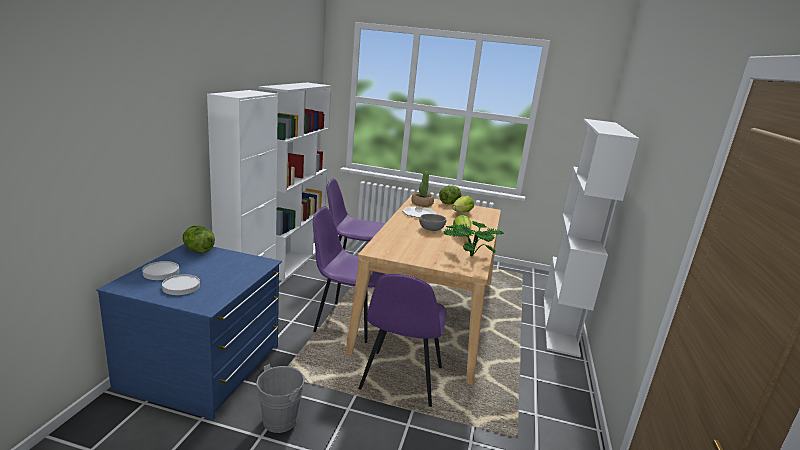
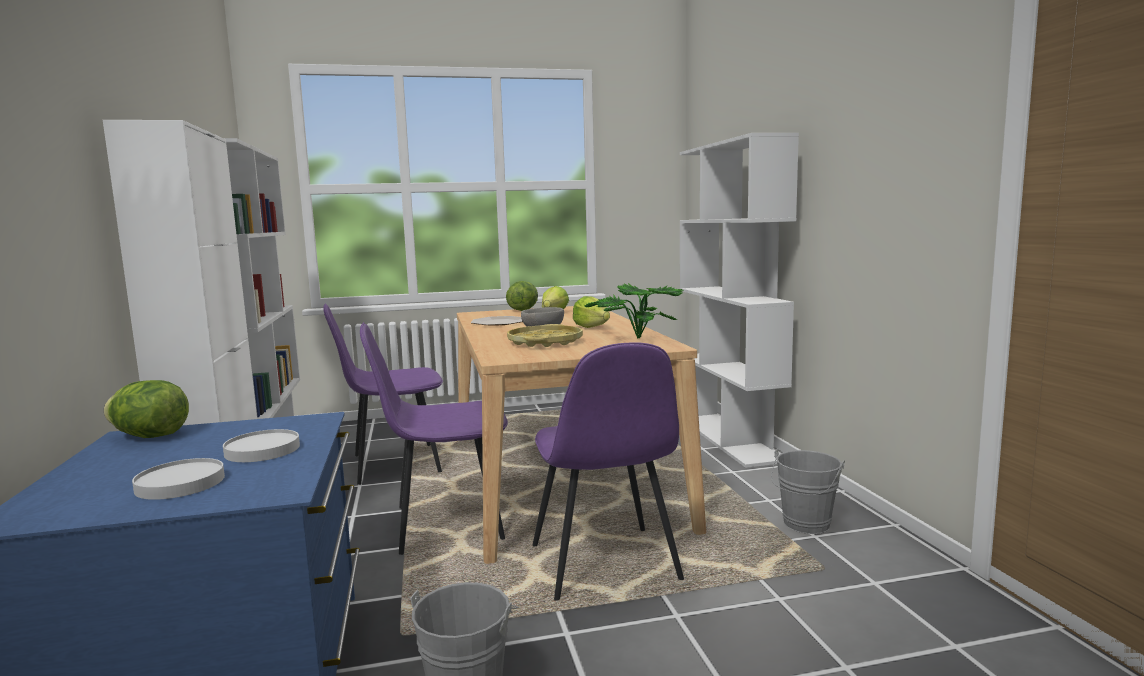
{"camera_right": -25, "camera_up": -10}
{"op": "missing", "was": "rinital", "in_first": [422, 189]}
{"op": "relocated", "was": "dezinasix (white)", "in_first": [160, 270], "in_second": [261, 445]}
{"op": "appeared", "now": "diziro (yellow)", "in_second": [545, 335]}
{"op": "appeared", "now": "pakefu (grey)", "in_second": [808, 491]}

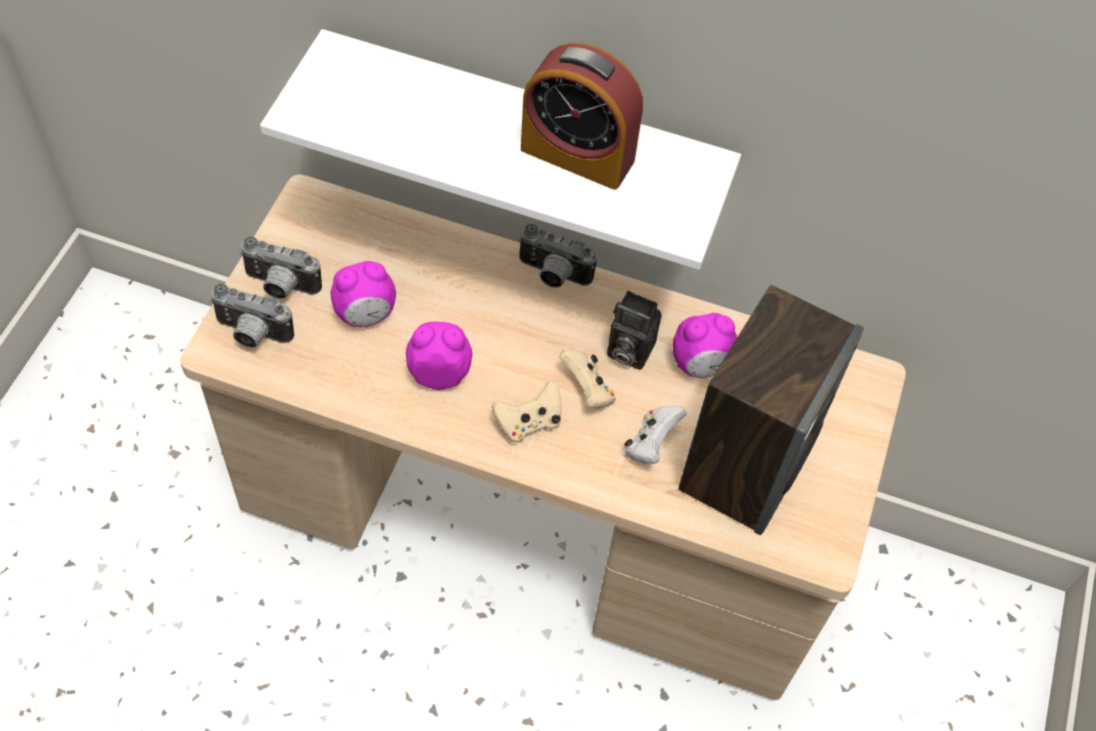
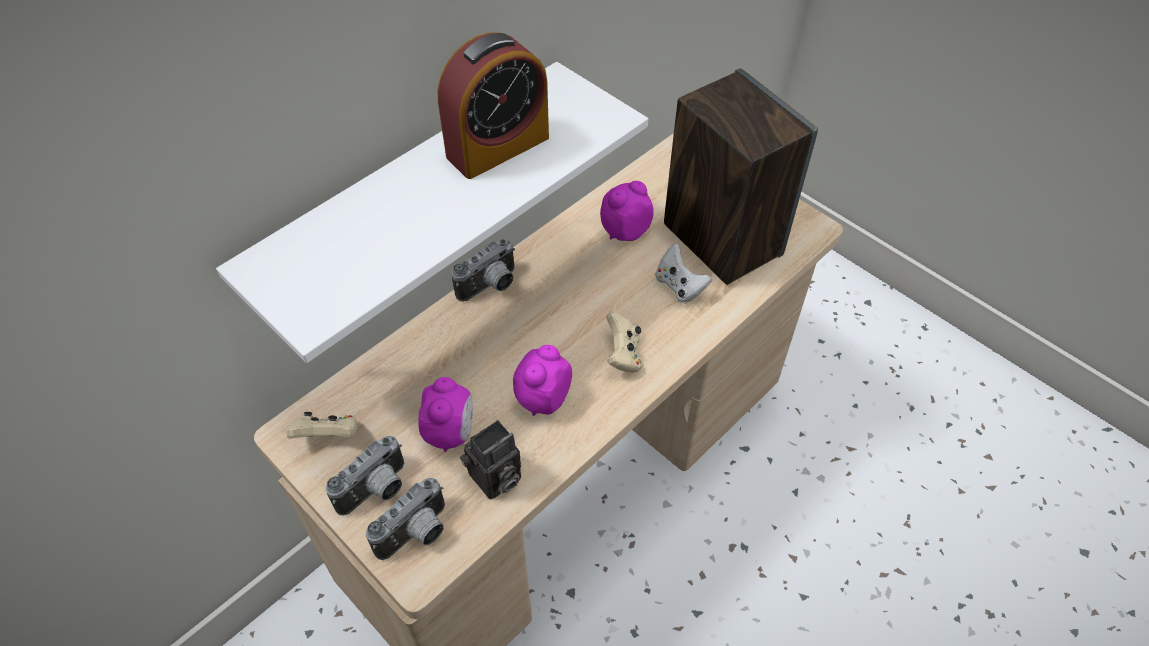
{"camera_right": -60, "camera_up": -5}
{"op": "relocated", "was": "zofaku", "in_first": [634, 330], "in_second": [490, 460]}
{"op": "spun", "was": "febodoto", "in_first": [705, 345], "in_second": [627, 211], "clockwise": -135}
{"op": "relocated", "was": "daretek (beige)", "in_first": [587, 379], "in_second": [322, 425]}

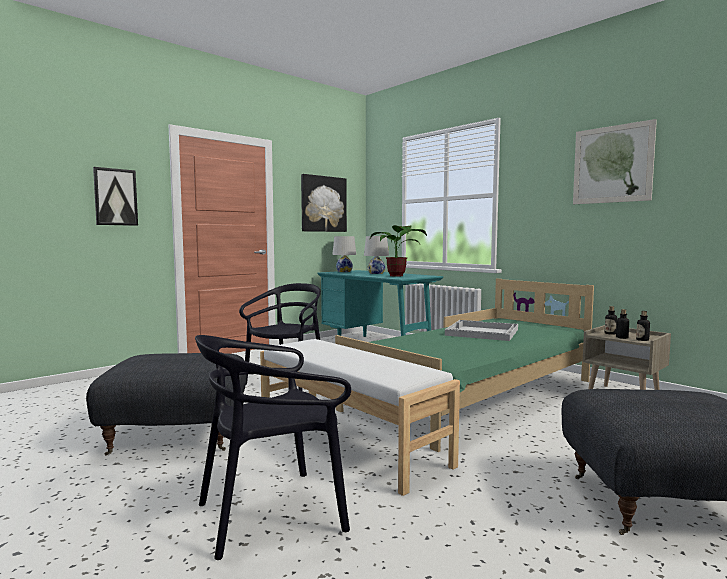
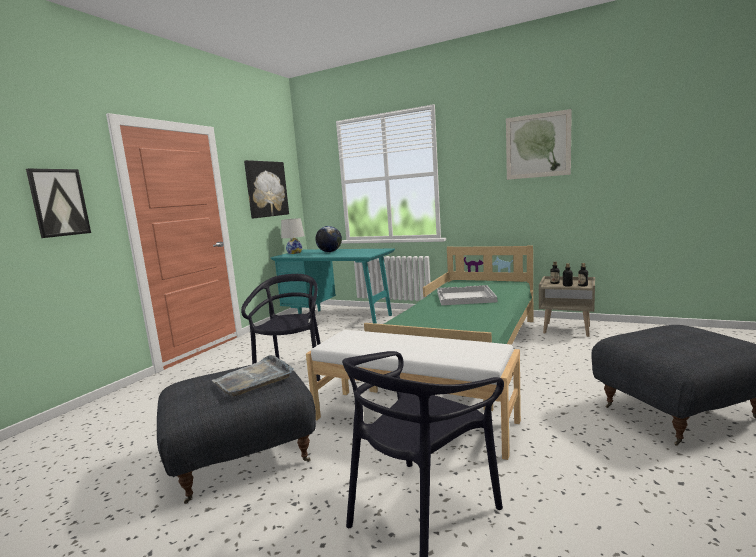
{"camera_right": -20, "camera_up": 5}
{"op": "missing", "was": "rinital", "in_first": [398, 251]}
{"op": "exchanged", "was": "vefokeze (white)", "now": "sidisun", "in_first": [376, 255], "in_second": [328, 239]}
{"op": "appeared", "now": "diziro (grey)", "in_second": [253, 376]}

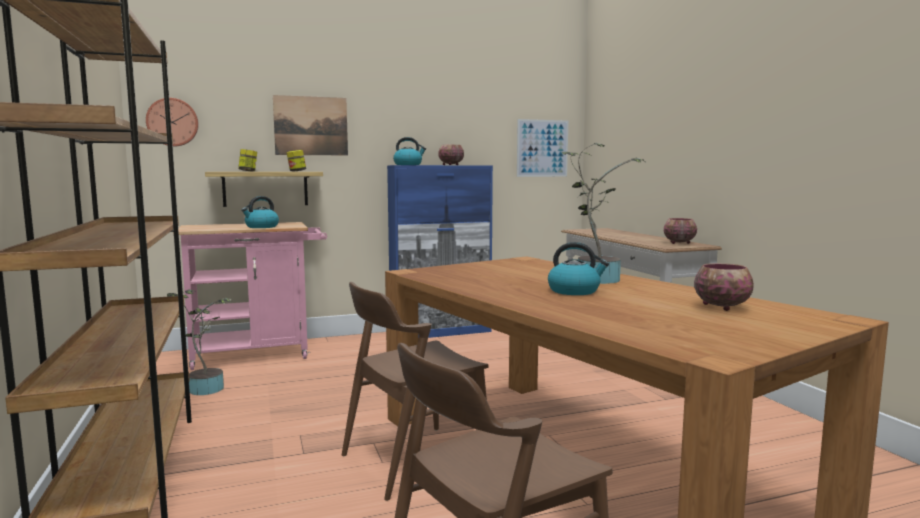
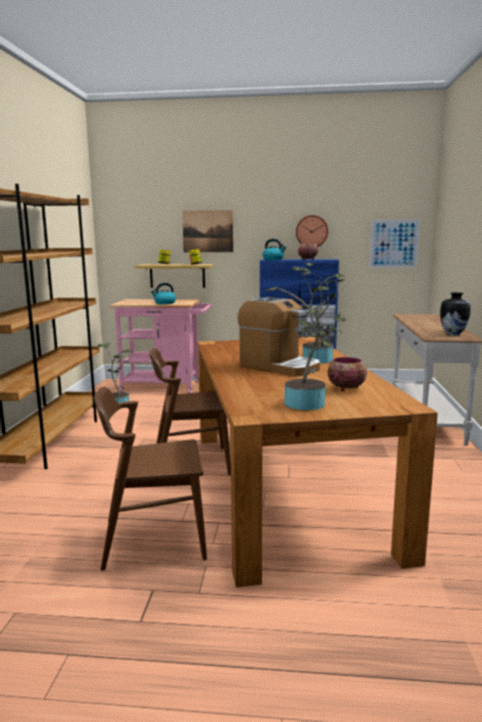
{"camera_right": 25, "camera_up": 5}
{"op": "relocated", "was": "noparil", "in_first": [172, 122], "in_second": [312, 231]}
{"op": "exchanged", "was": "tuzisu", "now": "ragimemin", "in_first": [680, 231], "in_second": [455, 313]}
{"op": "exchanged", "was": "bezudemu", "now": "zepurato", "in_first": [578, 268], "in_second": [279, 337]}
{"op": "appeared", "now": "rinital", "in_second": [306, 340]}

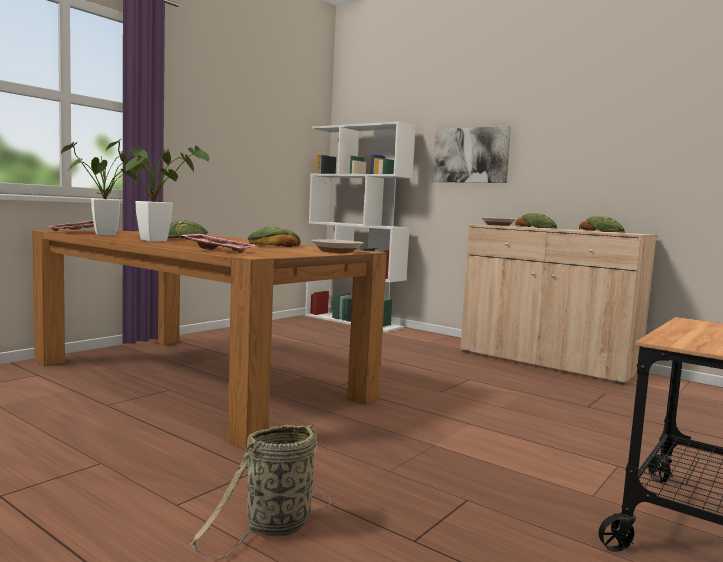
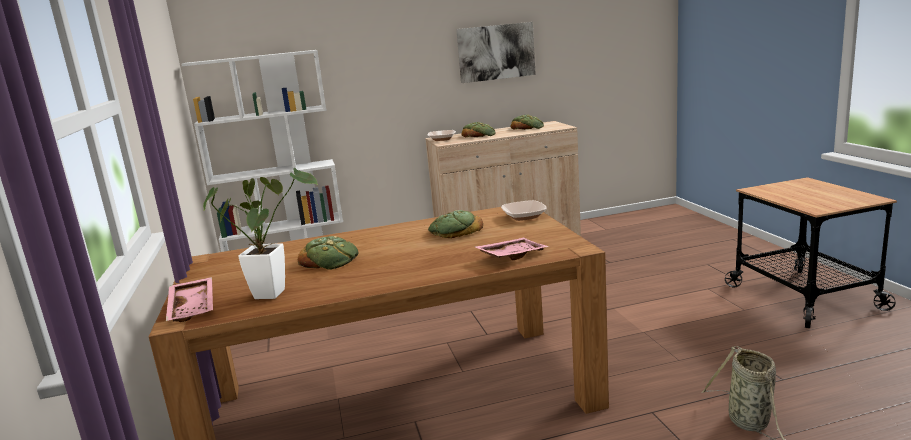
{"camera_right": -50, "camera_up": 10}
{"op": "relocated", "was": "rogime", "in_first": [472, 154], "in_second": [496, 52]}
{"op": "missing", "was": "rinital", "in_first": [157, 190]}

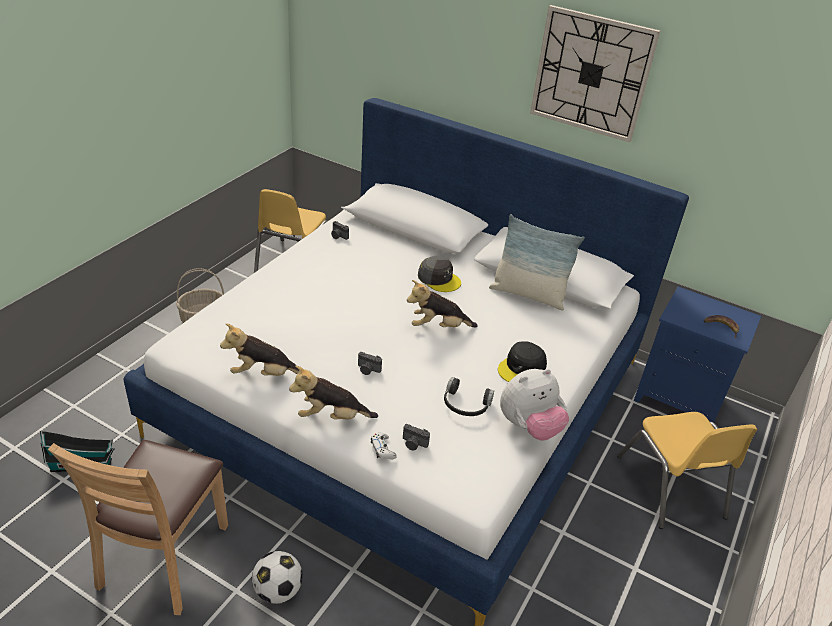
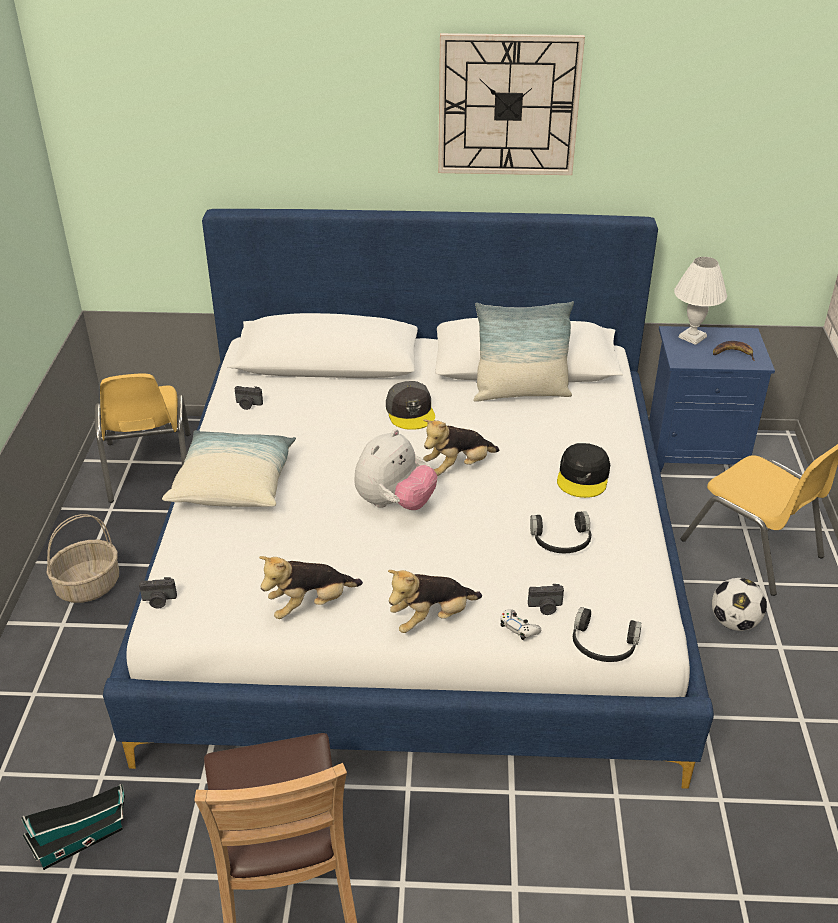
{"camera_right": -25, "camera_up": 0}
{"op": "spun", "was": "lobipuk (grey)", "in_first": [439, 273], "in_second": [410, 405], "clockwise": 60}
{"op": "relocated", "was": "zofaku", "in_first": [370, 363], "in_second": [158, 593]}
{"op": "relocated", "was": "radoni", "in_first": [534, 404], "in_second": [395, 469]}
{"op": "relocated", "was": "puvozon", "in_first": [277, 577], "in_second": [739, 604]}
{"op": "appeared", "now": "vefokeze (white)", "in_second": [700, 301]}
{"op": "appeared", "now": "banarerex", "in_second": [229, 468]}
{"op": "appeared", "now": "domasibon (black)", "in_second": [607, 634]}

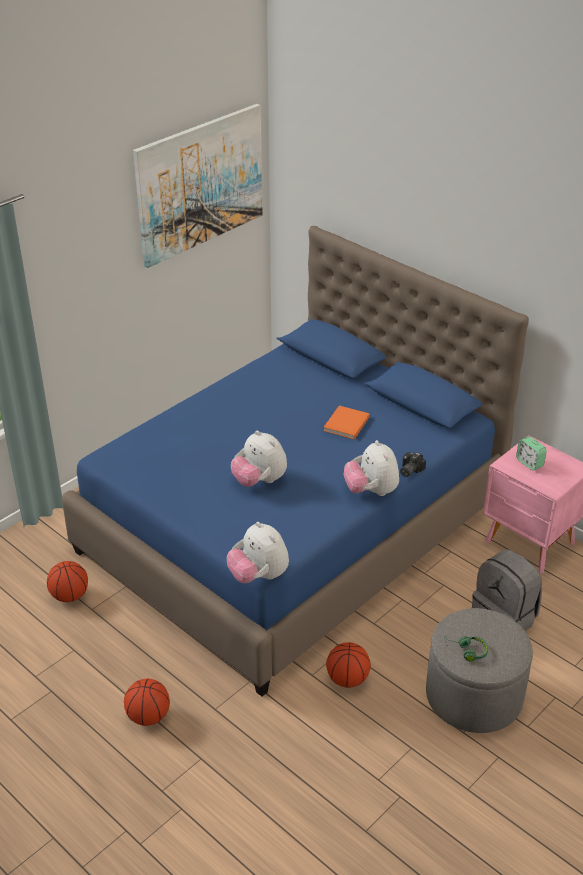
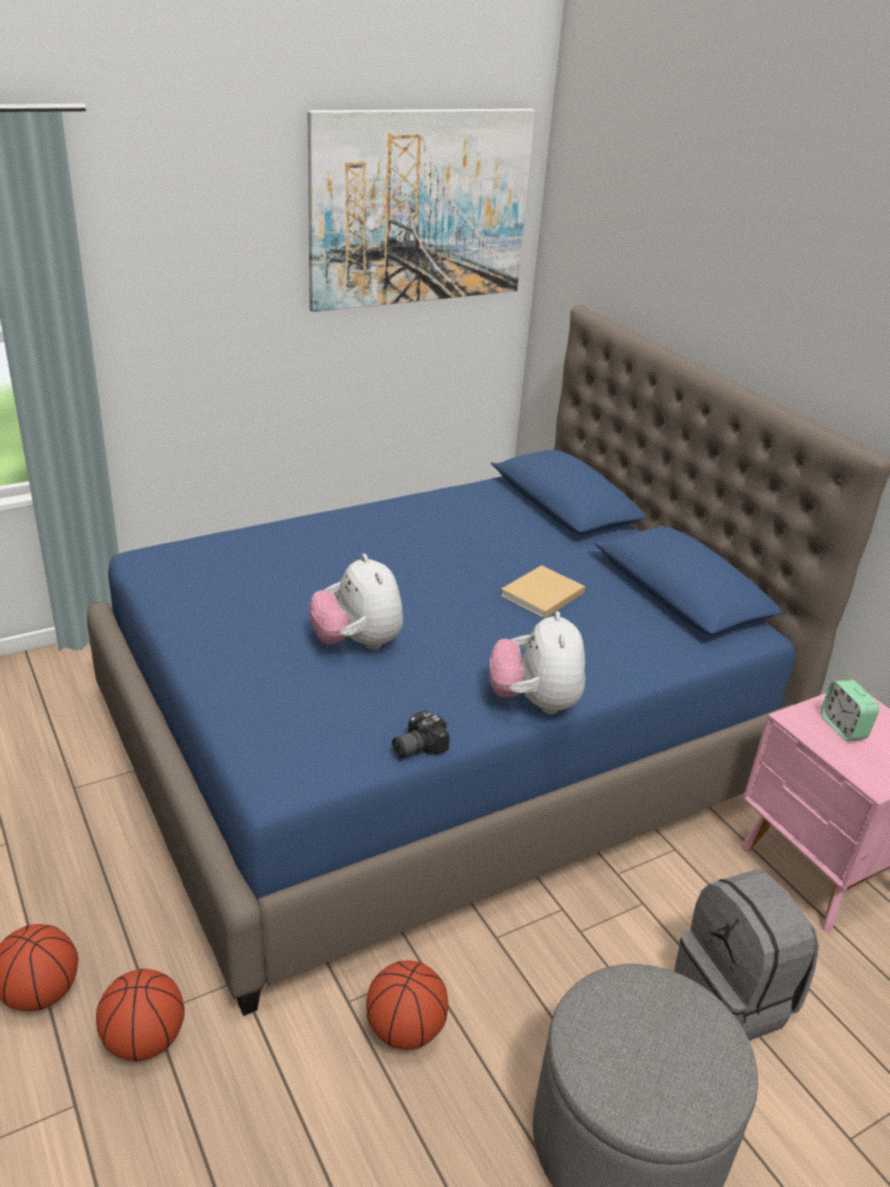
{"camera_right": 15, "camera_up": -5}
{"op": "colour", "was": "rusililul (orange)", "now": "rusililul (beige)", "in_first": [346, 423], "in_second": [542, 591]}
{"op": "relocated", "was": "zofaku", "in_first": [413, 464], "in_second": [421, 734]}
{"op": "missing", "was": "radoni", "in_first": [258, 552]}
{"op": "relocated", "was": "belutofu", "in_first": [67, 581], "in_second": [140, 1015]}
{"op": "missing", "was": "domasibon (green)", "in_first": [466, 649]}

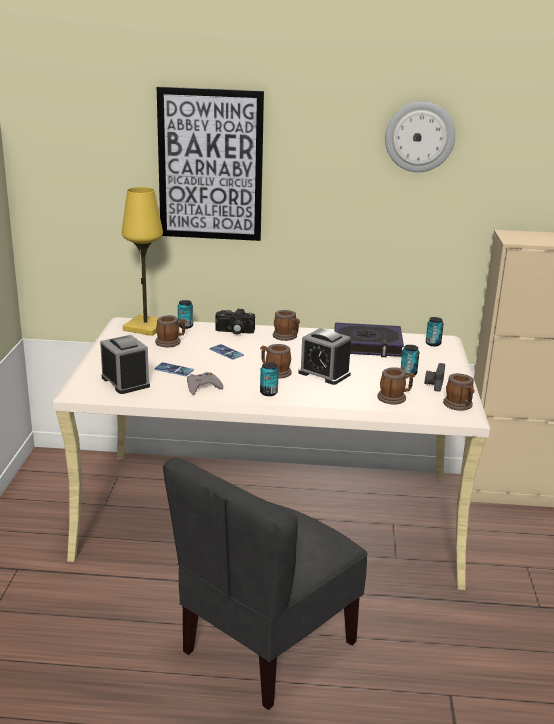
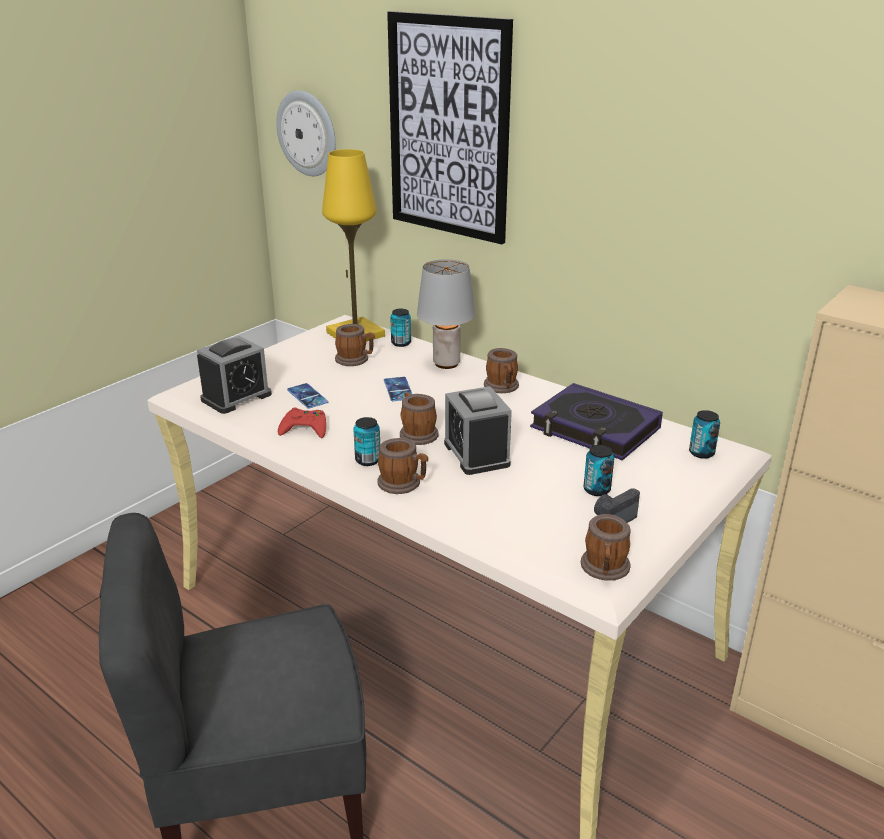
{"camera_right": 35, "camera_up": 5}
{"op": "relocated", "was": "noparil", "in_first": [420, 136], "in_second": [306, 133]}
{"op": "exchanged", "was": "zofaku", "now": "vefokeze (grey)", "in_first": [235, 321], "in_second": [446, 314]}
{"op": "spun", "was": "febodoto", "in_first": [125, 364], "in_second": [234, 375], "clockwise": 45}
{"op": "relocated", "was": "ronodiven", "in_first": [396, 386], "in_second": [403, 466]}
{"op": "colour", "was": "daretek (grey)", "now": "daretek (red)", "in_first": [205, 383], "in_second": [302, 422]}

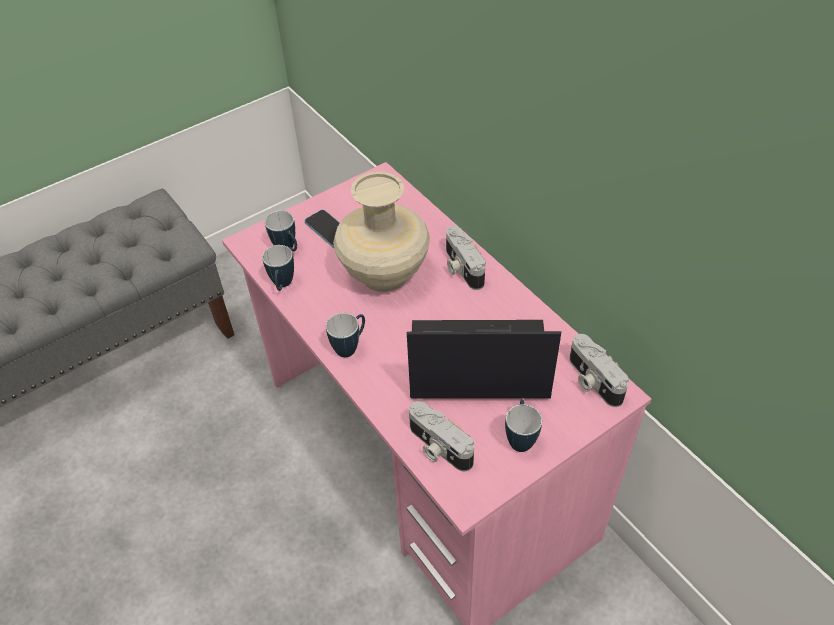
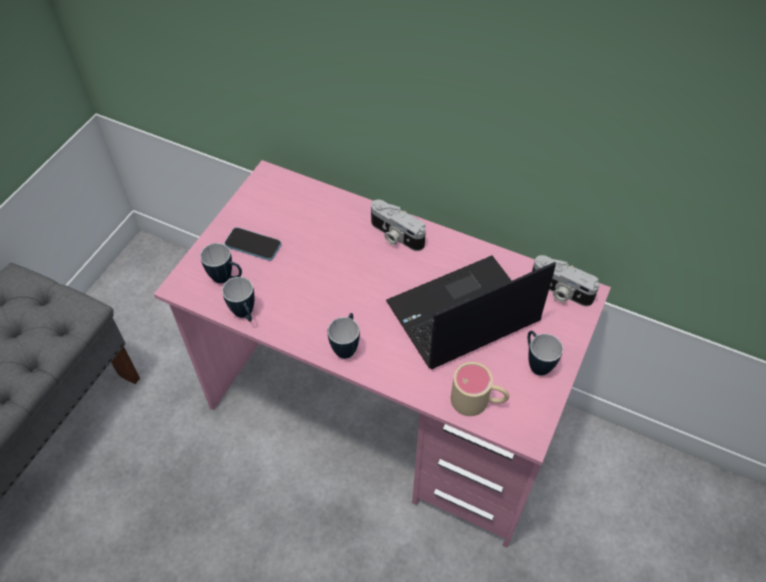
{"camera_right": -30, "camera_up": 5}
{"op": "missing", "was": "ragimemin (beige)", "in_first": [381, 231]}
{"op": "exchanged", "was": "zofaku", "now": "ronodiven (beige)", "in_first": [441, 436], "in_second": [480, 389]}

